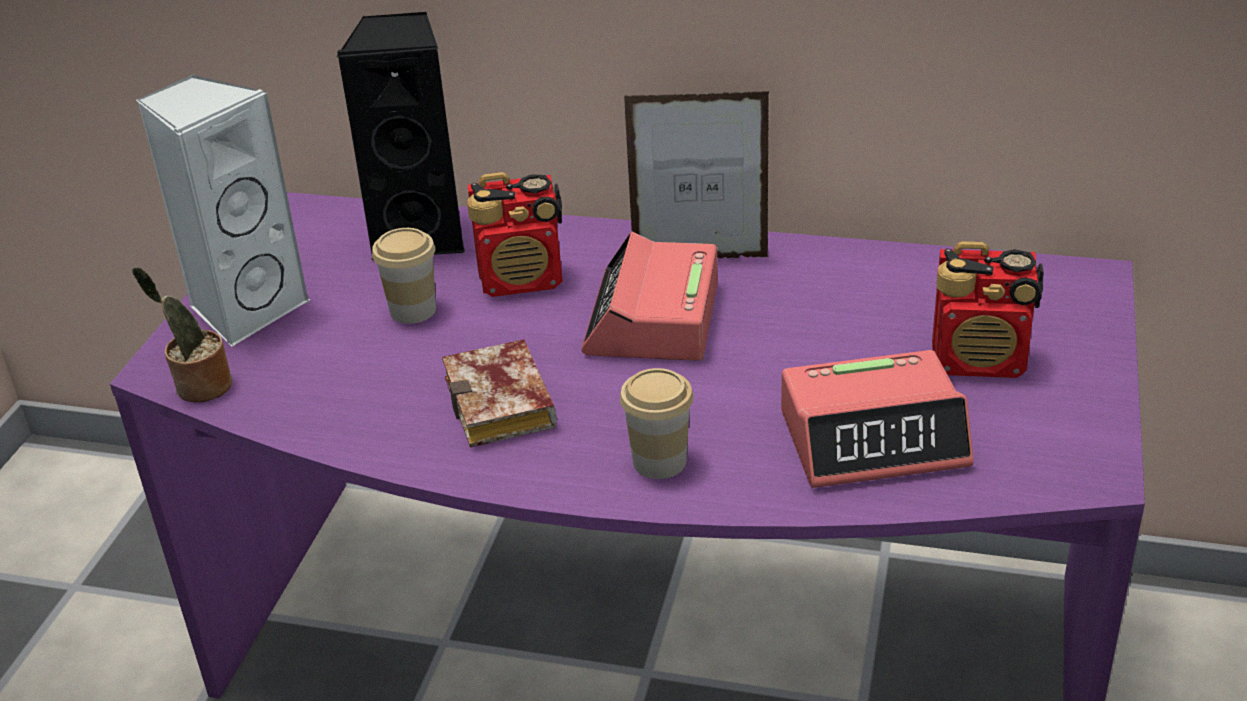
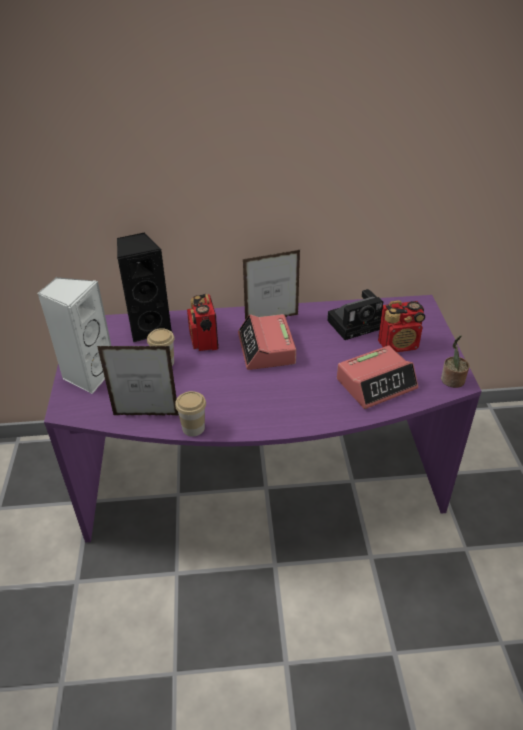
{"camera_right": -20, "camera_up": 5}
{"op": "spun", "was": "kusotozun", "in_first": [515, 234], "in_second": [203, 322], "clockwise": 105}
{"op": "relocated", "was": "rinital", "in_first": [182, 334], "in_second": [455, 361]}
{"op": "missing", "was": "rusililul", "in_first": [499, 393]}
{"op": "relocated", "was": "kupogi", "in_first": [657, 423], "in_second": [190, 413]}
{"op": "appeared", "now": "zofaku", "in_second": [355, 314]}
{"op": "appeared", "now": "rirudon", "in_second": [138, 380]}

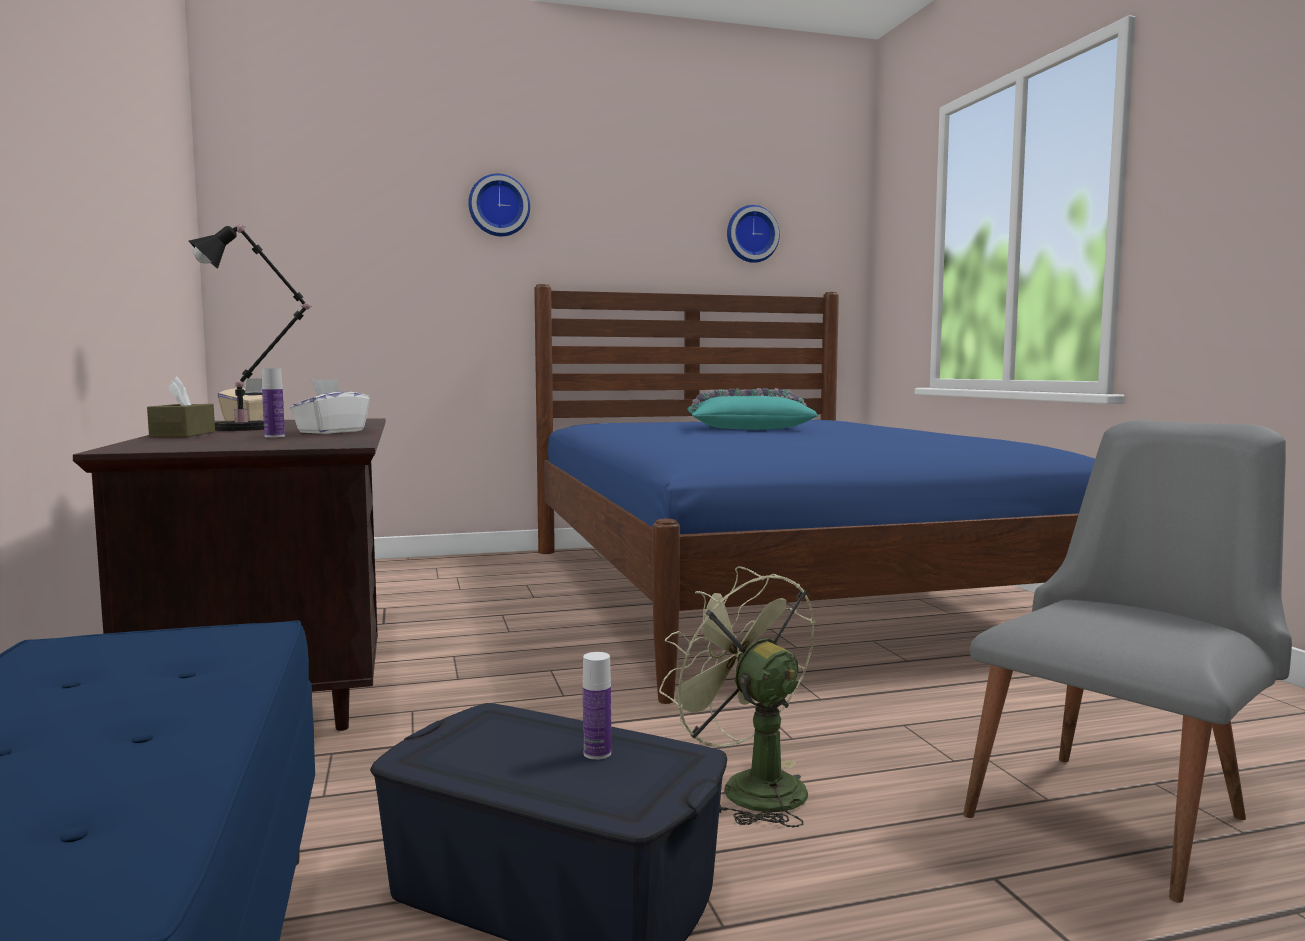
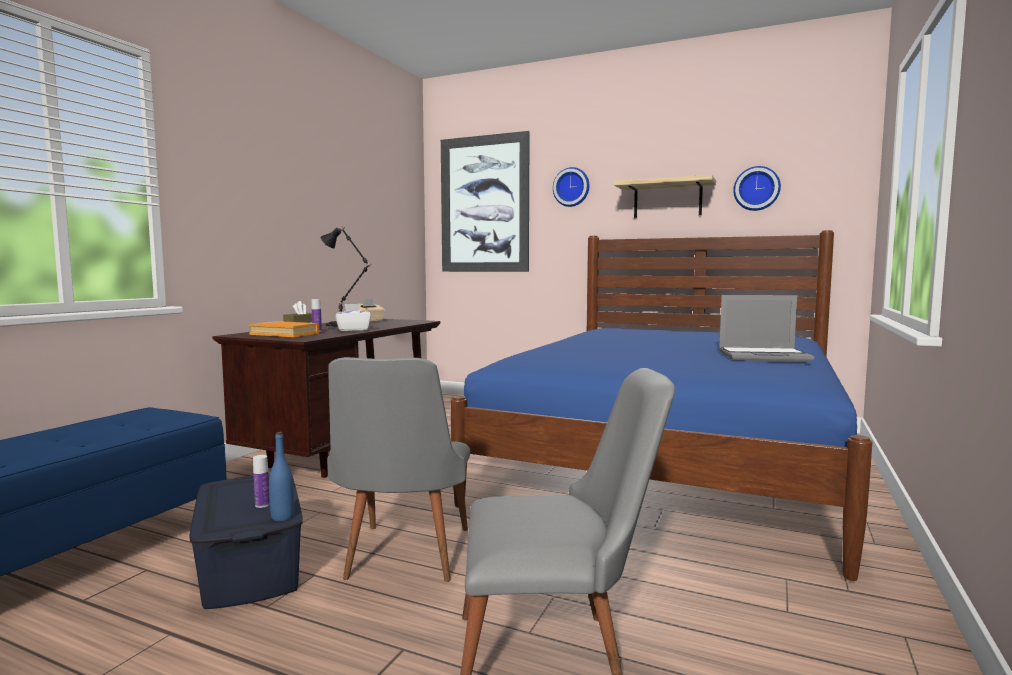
{"camera_right": 40, "camera_up": 0}
{"op": "missing", "was": "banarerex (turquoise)", "in_first": [752, 409]}
{"op": "exchanged", "was": "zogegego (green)", "now": "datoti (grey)", "in_first": [737, 697], "in_second": [398, 469]}
{"op": "appeared", "now": "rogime", "in_second": [485, 201]}
{"op": "appeared", "now": "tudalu", "in_second": [665, 196]}
{"op": "appeared", "now": "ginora", "in_second": [766, 328]}
{"op": "appeared", "now": "rusililul (orange)", "in_second": [284, 329]}
{"op": "appeared", "now": "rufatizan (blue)", "in_second": [281, 477]}

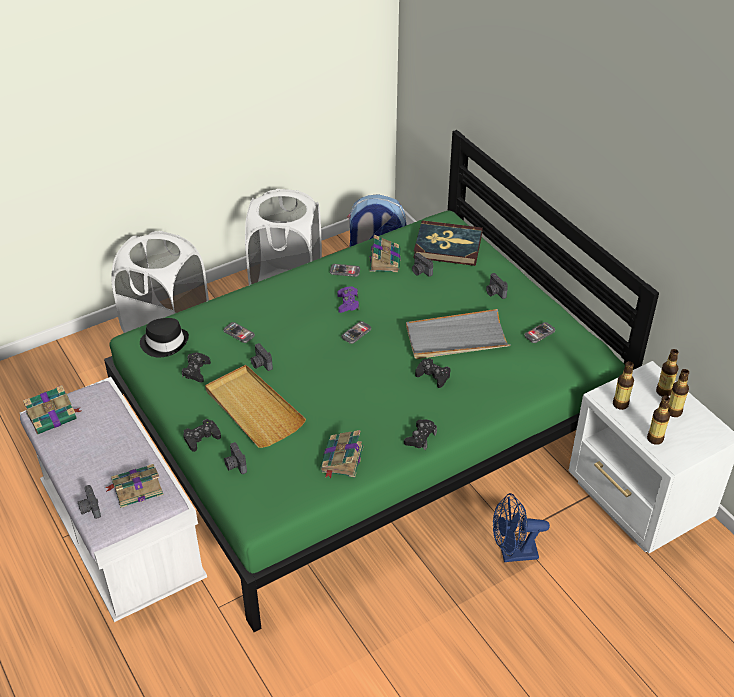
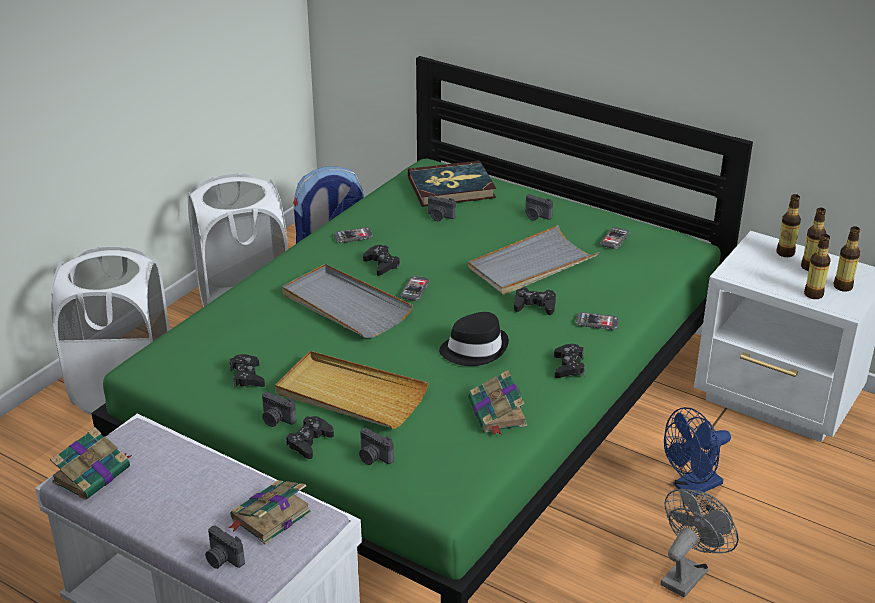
{"camera_right": -25, "camera_up": -10}
{"op": "missing", "was": "rusililul", "in_first": [384, 253]}
{"op": "colour", "was": "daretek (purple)", "now": "daretek (black)", "in_first": [348, 299], "in_second": [381, 260]}
{"op": "relocated", "was": "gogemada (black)", "in_first": [164, 337], "in_second": [474, 339]}
{"op": "relocated", "was": "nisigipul", "in_first": [239, 332], "in_second": [597, 321]}
{"op": "relocated", "was": "zofaku", "in_first": [262, 357], "in_second": [279, 409]}
{"op": "relocated", "was": "rufatizan", "in_first": [623, 385], "in_second": [847, 259]}
{"op": "appeared", "now": "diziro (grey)", "in_second": [347, 301]}
{"op": "appeared", "now": "zogegego (grey)", "in_second": [699, 543]}

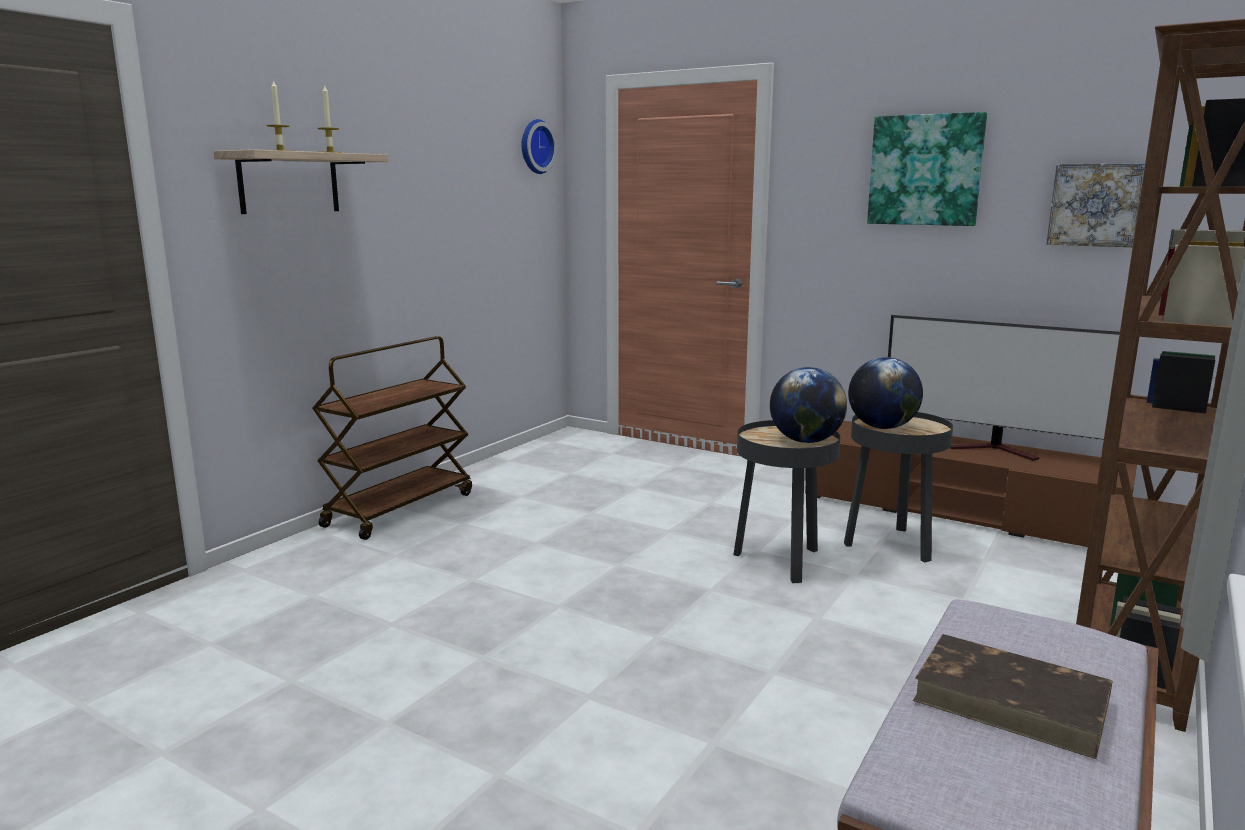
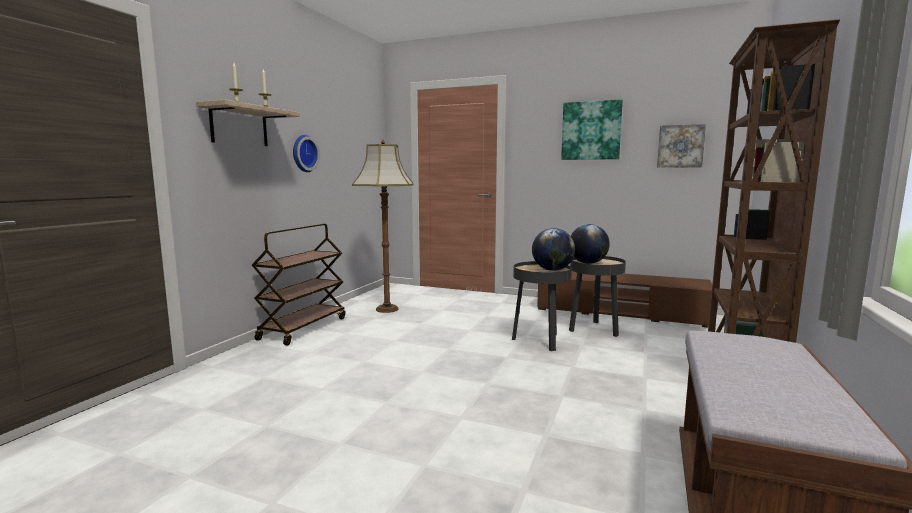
{"camera_right": -10, "camera_up": -5}
{"op": "relocated", "was": "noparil", "in_first": [539, 146], "in_second": [306, 153]}
{"op": "missing", "was": "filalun", "in_first": [1004, 388]}
{"op": "missing", "was": "rusililul (brown)", "in_first": [1013, 696]}
{"op": "appeared", "now": "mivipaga", "in_second": [383, 226]}

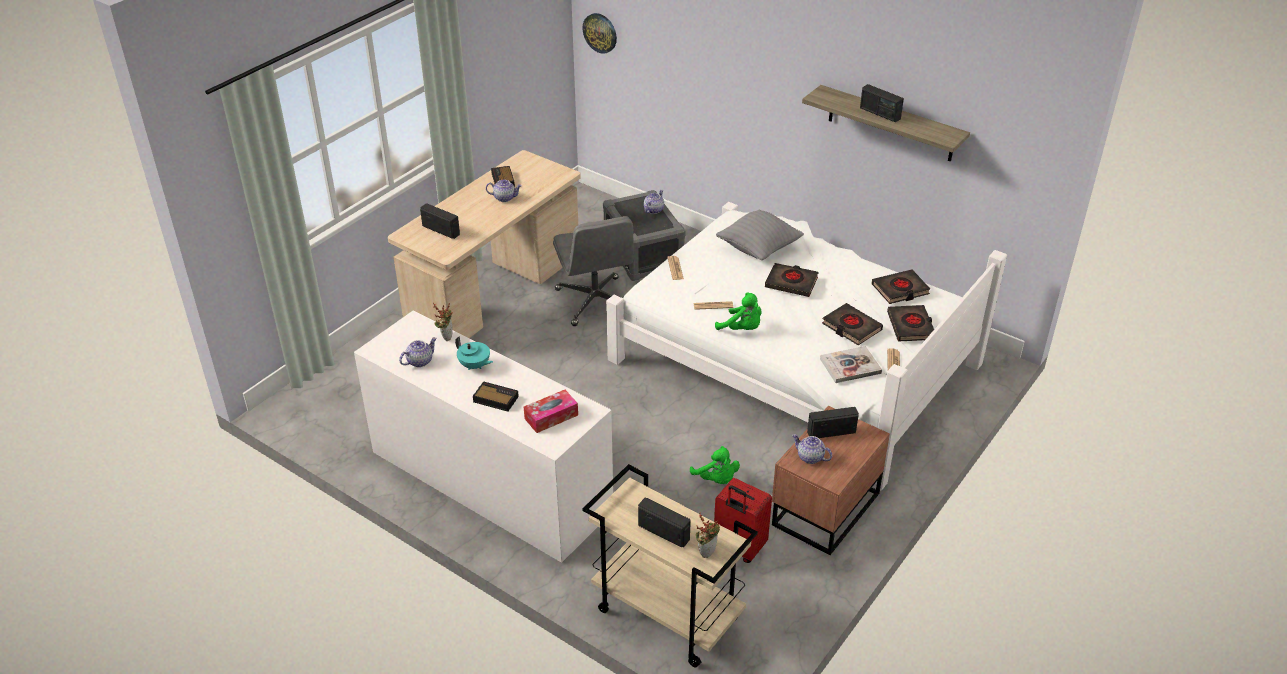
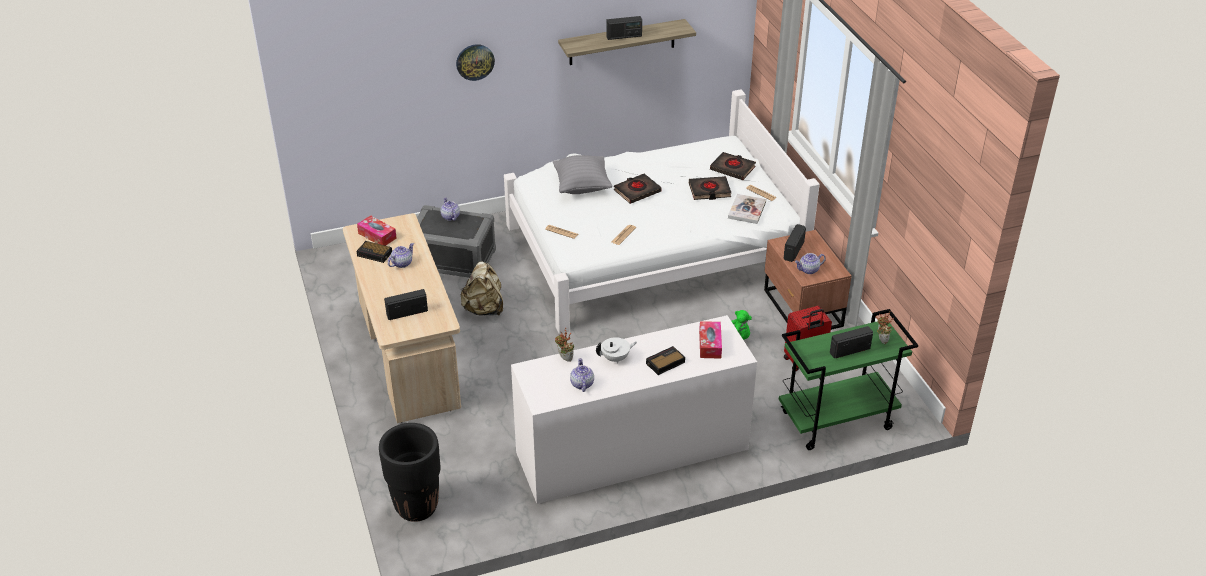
{"camera_right": -55, "camera_up": 0}
{"op": "relocated", "was": "noparil", "in_first": [600, 33], "in_second": [475, 62]}
{"op": "exchanged", "was": "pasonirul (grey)", "now": "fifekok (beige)", "in_first": [593, 271], "in_second": [482, 288]}
{"op": "missing", "was": "rusililul (black)", "in_first": [901, 287]}
{"op": "missing", "was": "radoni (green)", "in_first": [738, 311]}
{"op": "colour", "was": "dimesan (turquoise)", "now": "dimesan (white)", "in_first": [474, 353], "in_second": [616, 350]}
{"op": "colour", "was": "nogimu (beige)", "now": "nogimu (green)", "in_first": [670, 565], "in_second": [848, 379]}
{"op": "appeared", "now": "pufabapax", "in_second": [377, 230]}
{"op": "appeared", "now": "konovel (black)", "in_second": [410, 472]}

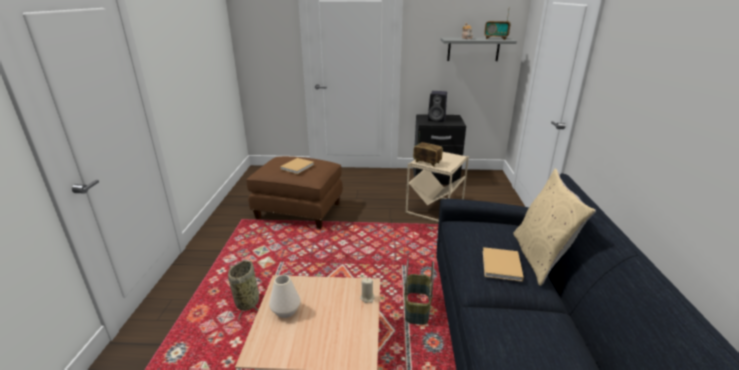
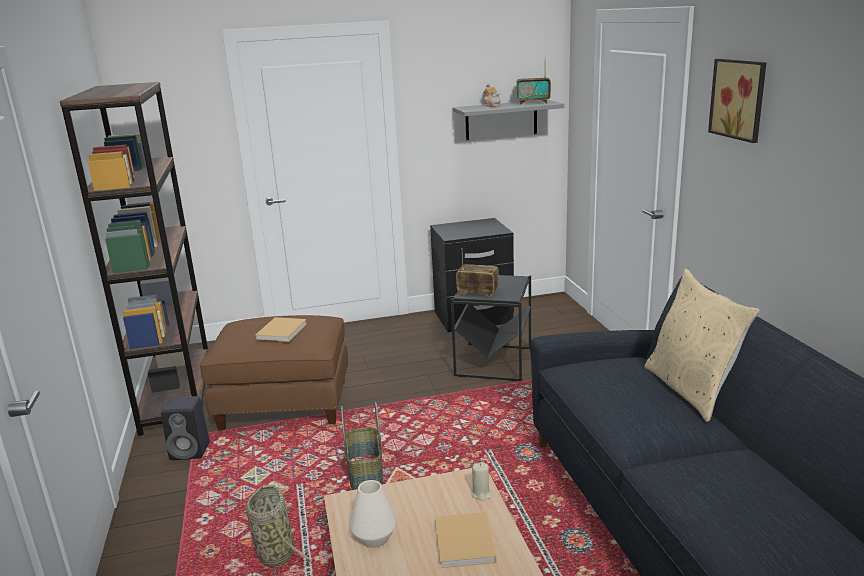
{"camera_right": -15, "camera_up": -5}
{"op": "relocated", "was": "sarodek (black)", "in_first": [437, 106], "in_second": [185, 428]}
{"op": "colour", "was": "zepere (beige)", "now": "zepere (black)", "in_first": [437, 187], "in_second": [491, 328]}
{"op": "relocated", "was": "rusililul (beige)", "in_first": [503, 264], "in_second": [465, 540]}
{"op": "relocated", "was": "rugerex", "in_first": [419, 292], "in_second": [362, 446]}
{"op": "appeared", "now": "rogime", "in_second": [737, 101]}
{"op": "appeared", "now": "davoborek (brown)", "in_second": [133, 259]}

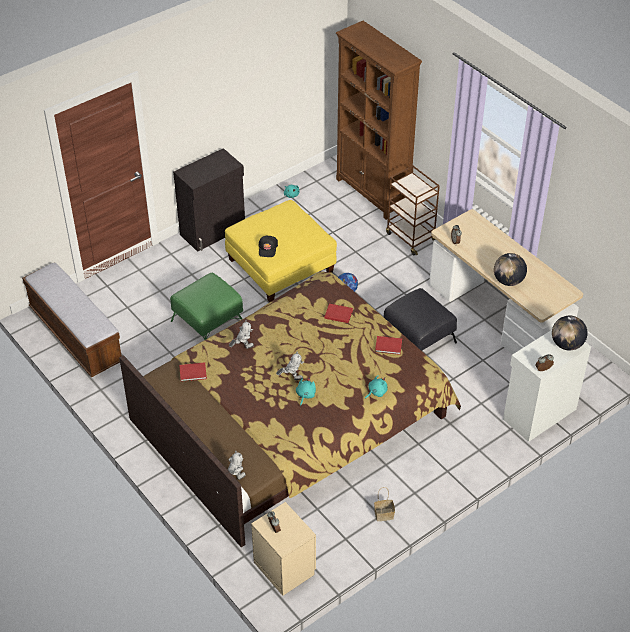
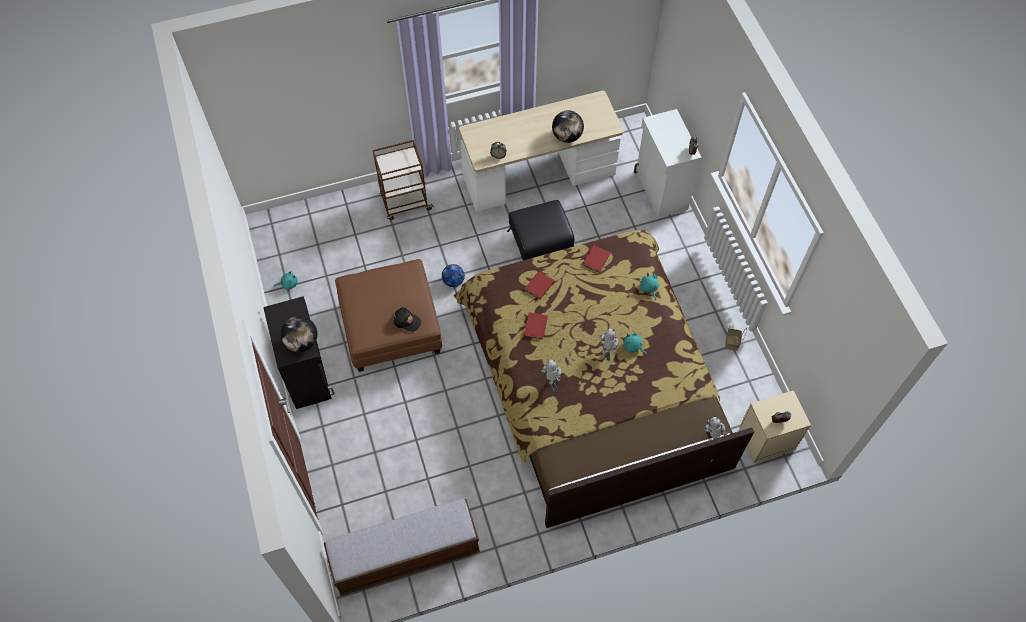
{"camera_right": -70, "camera_up": 15}
{"op": "missing", "was": "davoborek (brown)", "in_first": [379, 120]}
{"op": "colour", "was": "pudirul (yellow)", "now": "pudirul (brown)", "in_first": [281, 251], "in_second": [388, 315]}
{"op": "missing", "was": "pudirul (green)", "in_first": [206, 306]}
{"op": "relocated", "was": "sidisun", "in_first": [569, 333], "in_second": [299, 334]}
{"op": "relocated", "was": "rusililul (red)", "in_first": [193, 372], "in_second": [536, 326]}

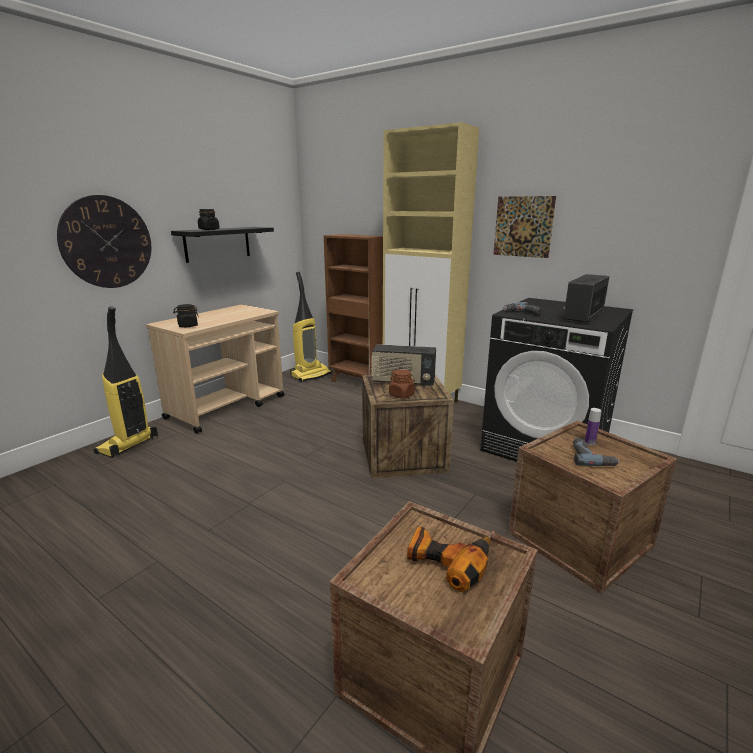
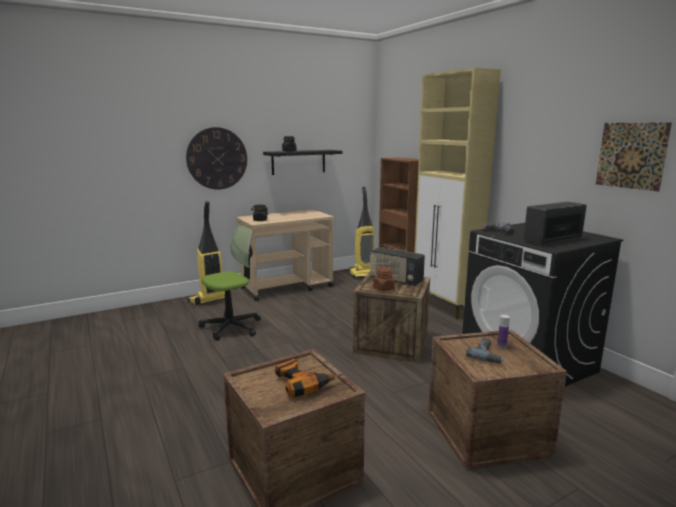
{"camera_right": 25, "camera_up": -5}
{"op": "relocated", "was": "rogime", "in_first": [524, 227], "in_second": [634, 157]}
{"op": "appeared", "now": "pasonirul", "in_second": [230, 283]}

